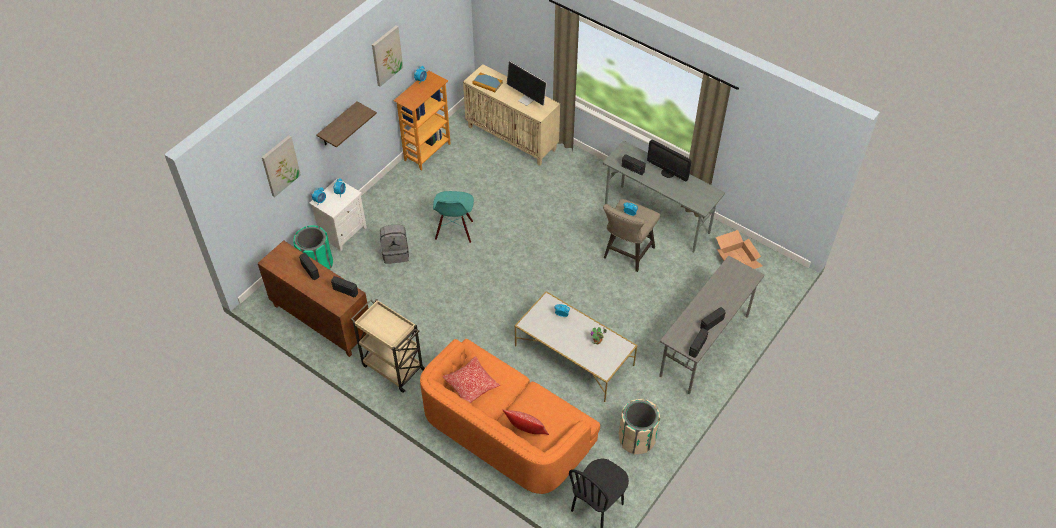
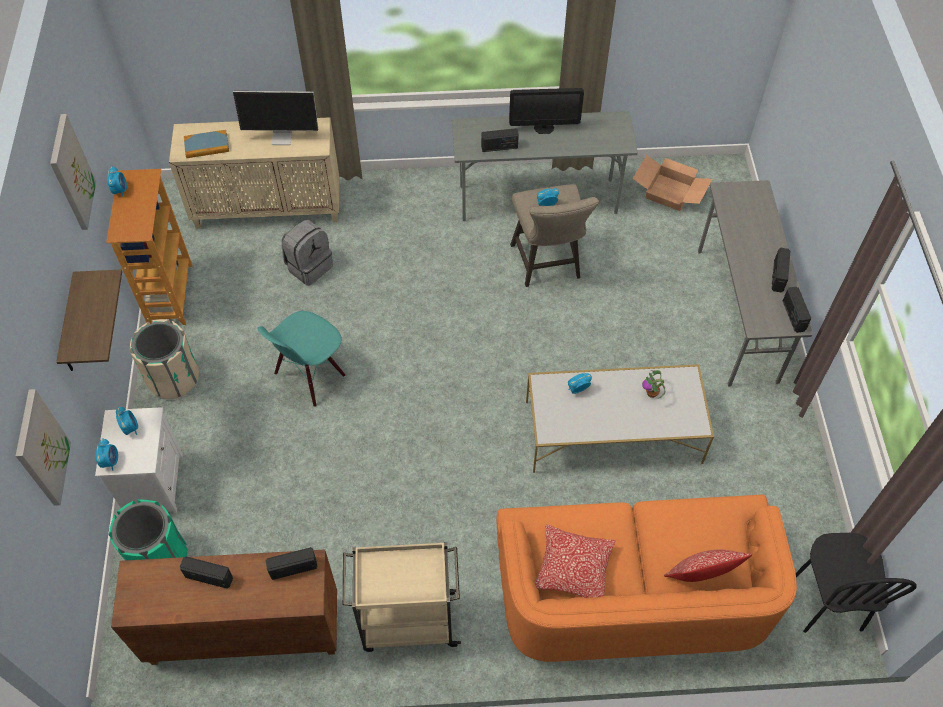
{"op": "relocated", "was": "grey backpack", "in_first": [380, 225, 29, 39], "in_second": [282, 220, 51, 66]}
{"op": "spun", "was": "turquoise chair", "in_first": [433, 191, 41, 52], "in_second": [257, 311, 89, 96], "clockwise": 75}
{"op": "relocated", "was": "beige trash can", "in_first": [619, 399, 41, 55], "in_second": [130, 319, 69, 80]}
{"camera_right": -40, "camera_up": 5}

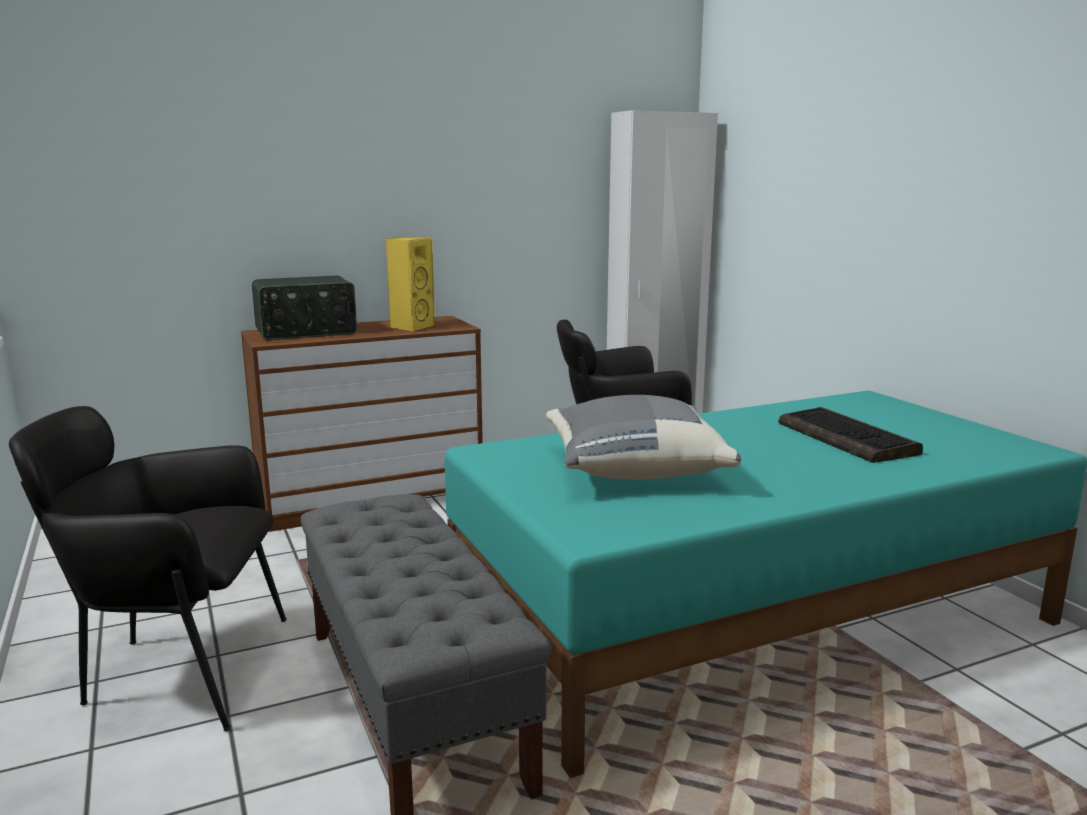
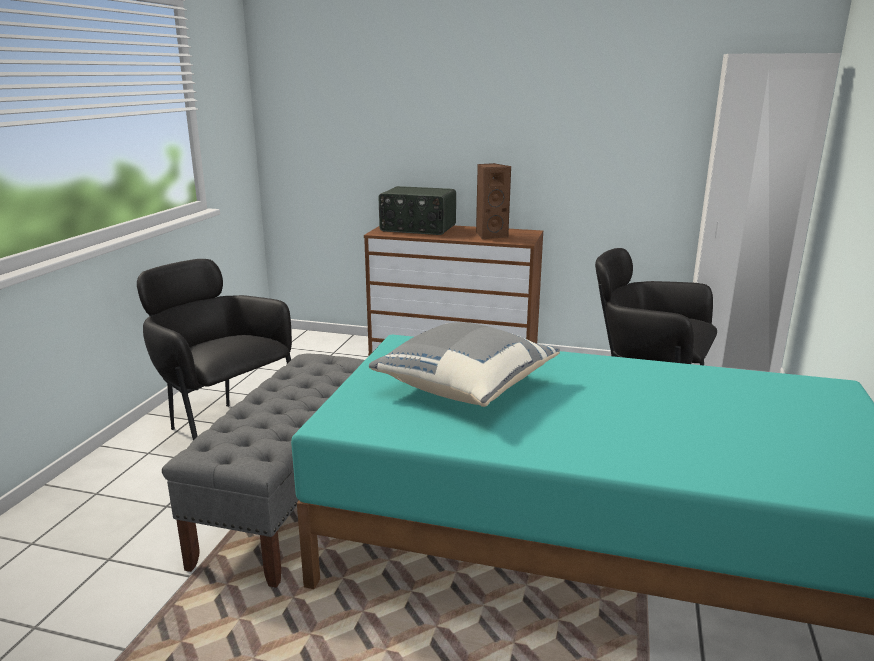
{"op": "colour", "was": "yellow speaker", "now": "brown speaker", "in_first": [386, 237, 49, 94], "in_second": [476, 163, 35, 77]}
{"op": "missing", "was": "keyboard", "in_first": [779, 407, 144, 56]}
{"camera_right": 40, "camera_up": 5}

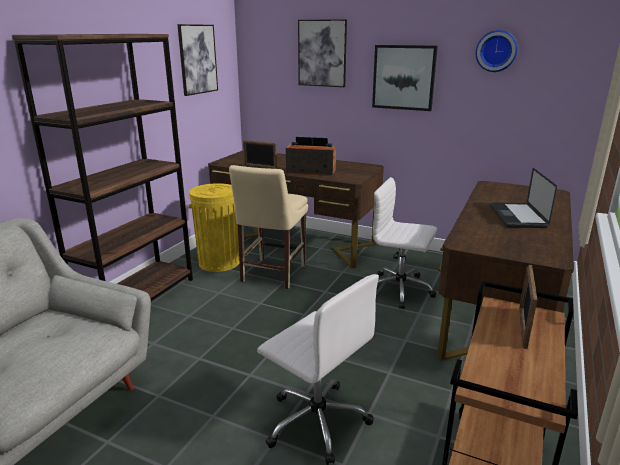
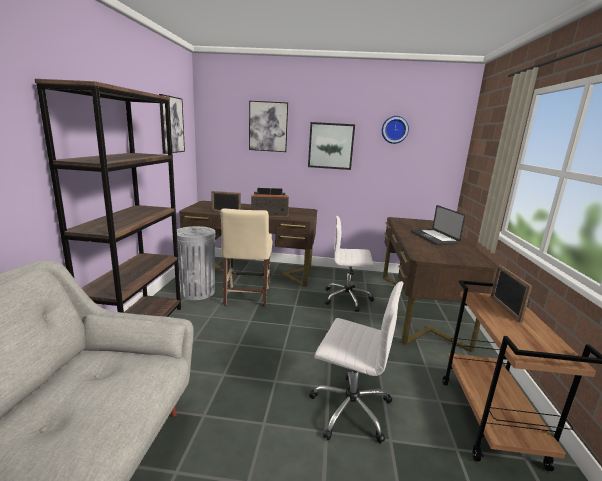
{"op": "colour", "was": "yellow trash can", "now": "grey trash can", "in_first": [188, 183, 51, 89], "in_second": [177, 226, 39, 74]}
{"camera_right": -20, "camera_up": -5}

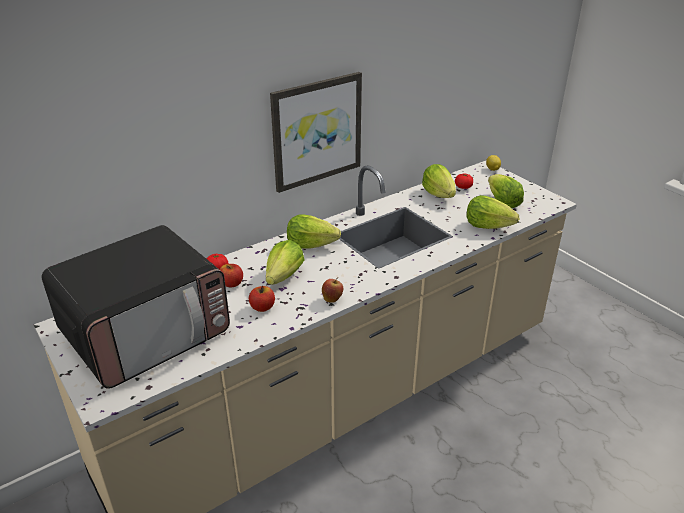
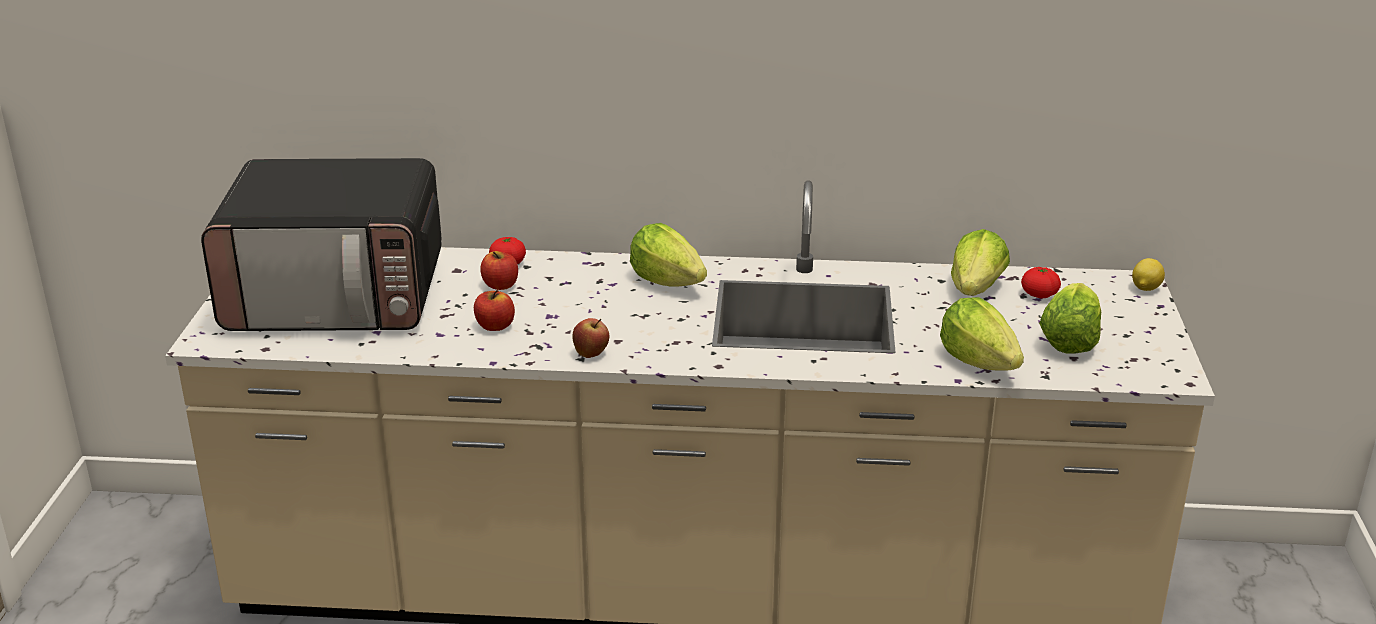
{"op": "missing", "was": "lettuce", "in_first": [266, 240, 38, 45]}
{"op": "missing", "was": "picture", "in_first": [270, 72, 92, 121]}
{"camera_right": 40, "camera_up": -5}

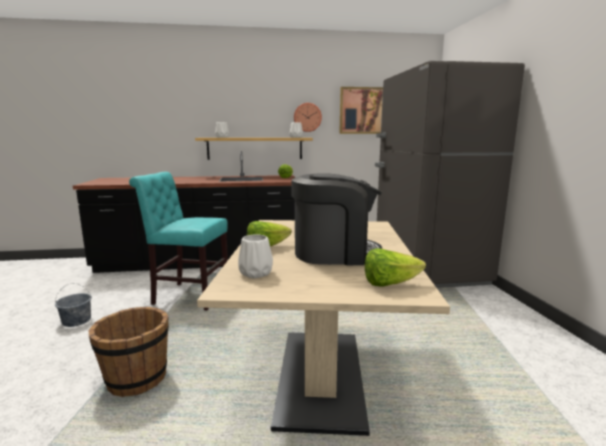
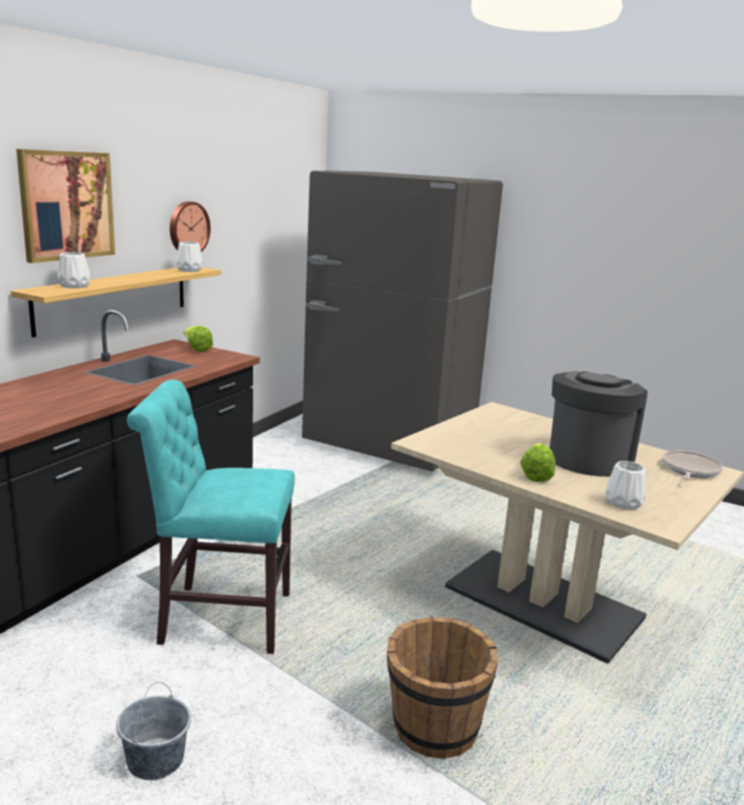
{"op": "spun", "was": "turquoise chair", "in_first": [129, 172, 99, 138], "in_second": [127, 380, 168, 274], "clockwise": 45}
{"op": "relocated", "was": "picture", "in_first": [339, 87, 44, 47], "in_second": [16, 149, 99, 114]}
{"op": "exchanged", "was": "lettuce", "now": "frying pan", "in_first": [365, 248, 61, 39], "in_second": [662, 450, 61, 30]}
{"camera_right": -55, "camera_up": 5}

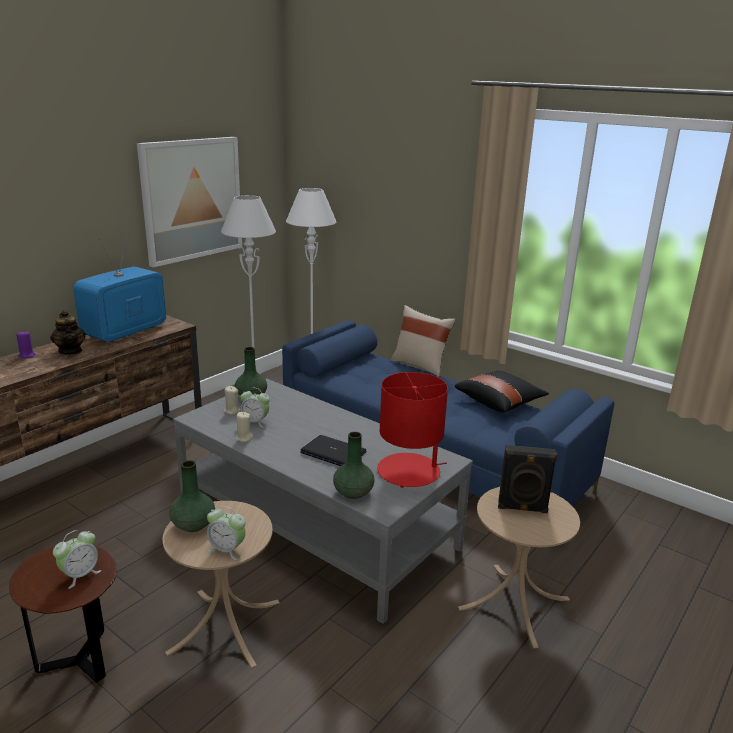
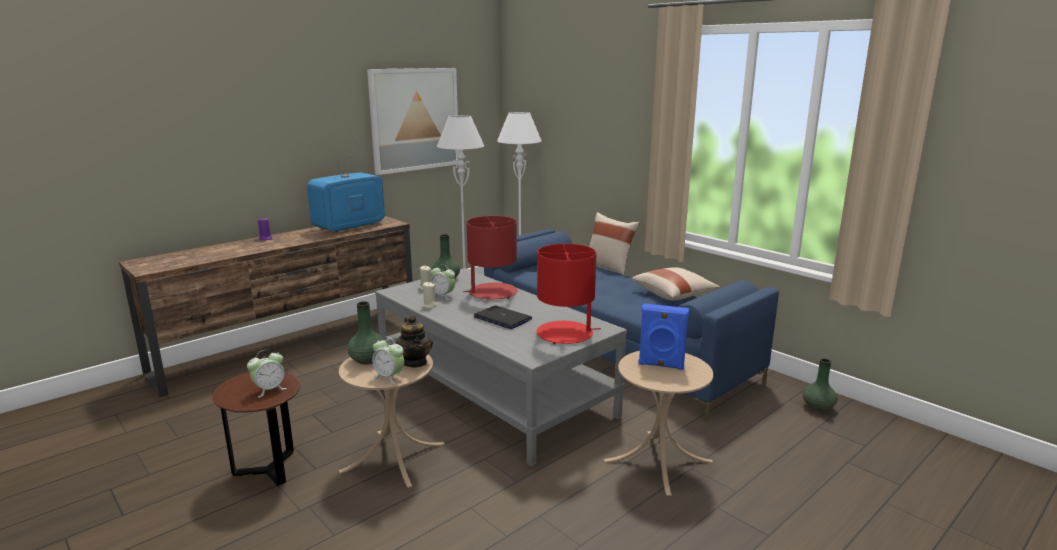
{"op": "relocated", "was": "teapot", "in_first": [50, 310, 36, 45], "in_second": [395, 315, 38, 53]}
{"op": "relocated", "was": "green vase", "in_first": [333, 432, 42, 67], "in_second": [803, 358, 35, 53]}
{"op": "colour", "was": "black pillow", "now": "beige pillow", "in_first": [455, 370, 94, 43], "in_second": [632, 267, 88, 34]}
{"op": "colour", "was": "black speaker", "now": "blue speaker", "in_first": [498, 445, 59, 68], "in_second": [638, 303, 51, 67]}
{"op": "appeared", "now": "red table lamp", "in_second": [463, 216, 54, 83]}
{"camera_right": 10, "camera_up": -5}

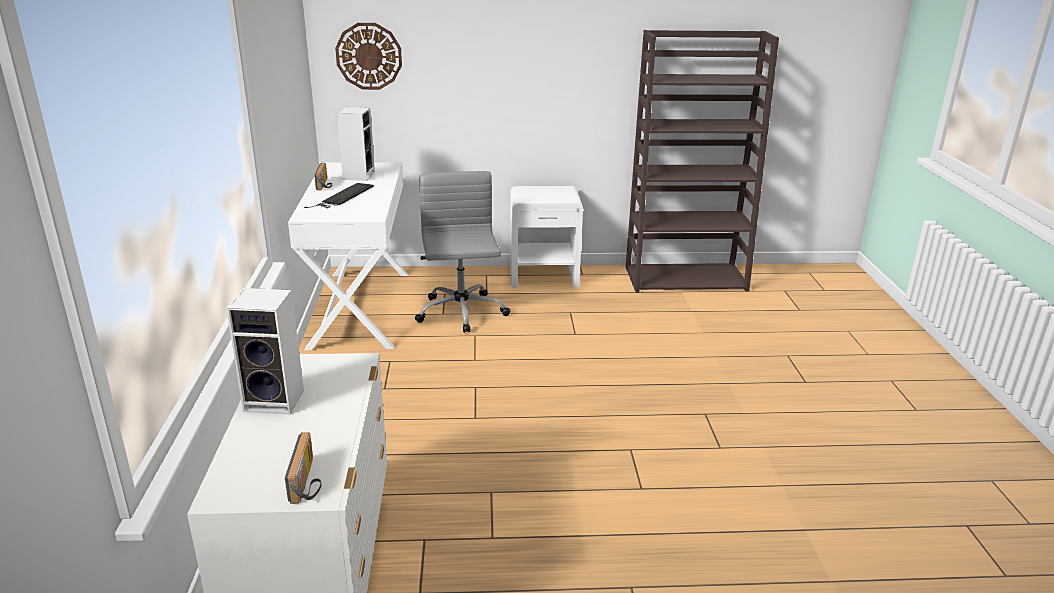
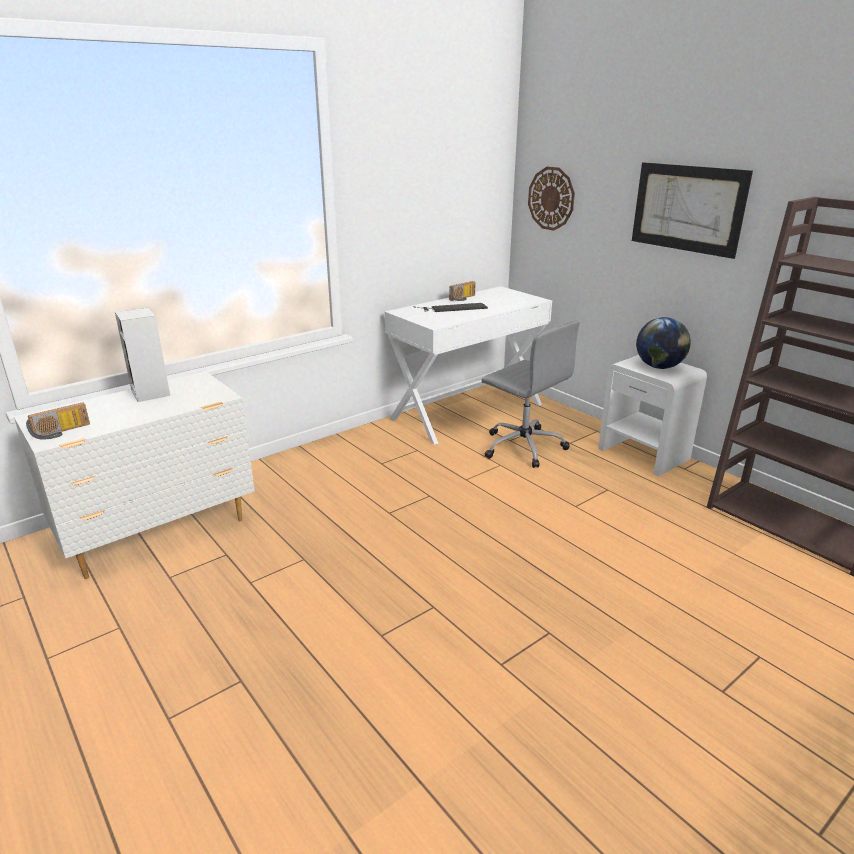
{"op": "missing", "was": "speaker", "in_first": [337, 107, 38, 74]}
{"op": "spun", "was": "grey office chair", "in_first": [415, 171, 96, 162], "in_second": [481, 320, 99, 148], "clockwise": 90}
{"op": "appeared", "now": "picture", "in_second": [632, 162, 121, 97]}
{"op": "appeared", "now": "globe", "in_second": [636, 317, 55, 52]}
{"camera_right": 55, "camera_up": 0}

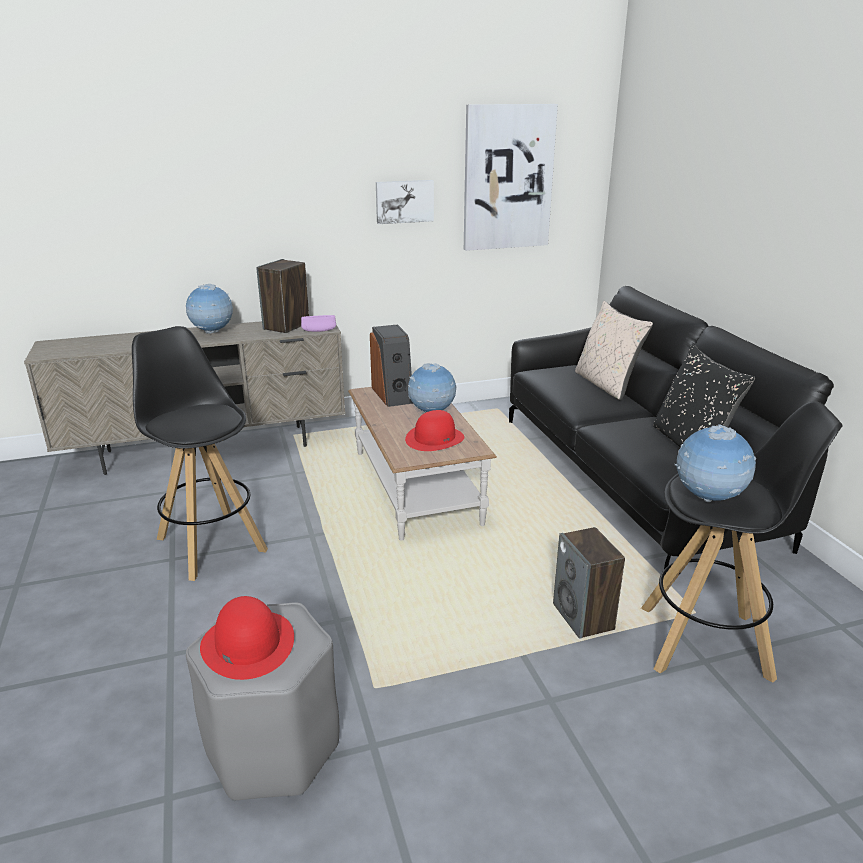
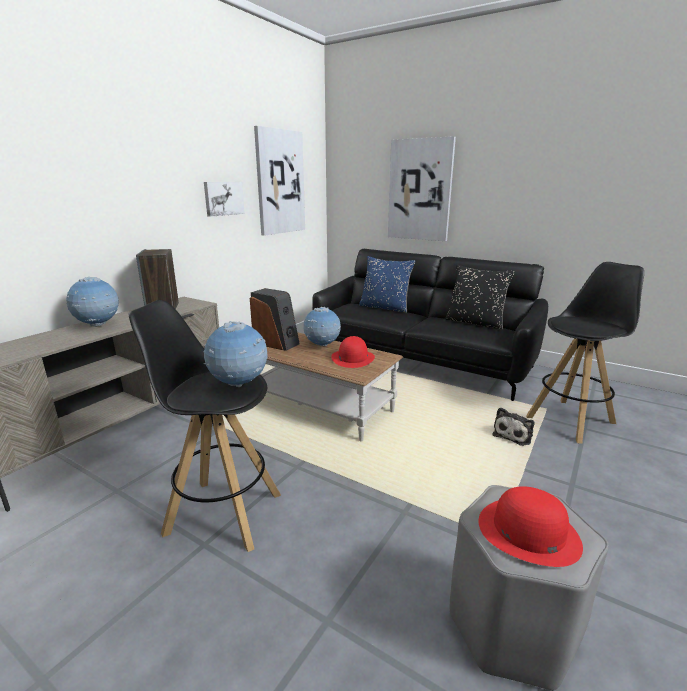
{"op": "missing", "was": "purple bowl", "in_first": [301, 315, 35, 17]}
{"op": "exchanged", "was": "speaker", "now": "plush toy", "in_first": [553, 527, 72, 112], "in_second": [492, 408, 43, 38]}
{"op": "colour", "was": "beige pillow", "now": "blue pillow", "in_first": [575, 301, 78, 100], "in_second": [359, 256, 56, 57]}
{"op": "relocated", "was": "globe", "in_first": [675, 424, 81, 78], "in_second": [204, 321, 63, 66]}
{"op": "appeared", "now": "picture", "in_second": [388, 136, 68, 105]}
{"camera_right": -40, "camera_up": -5}

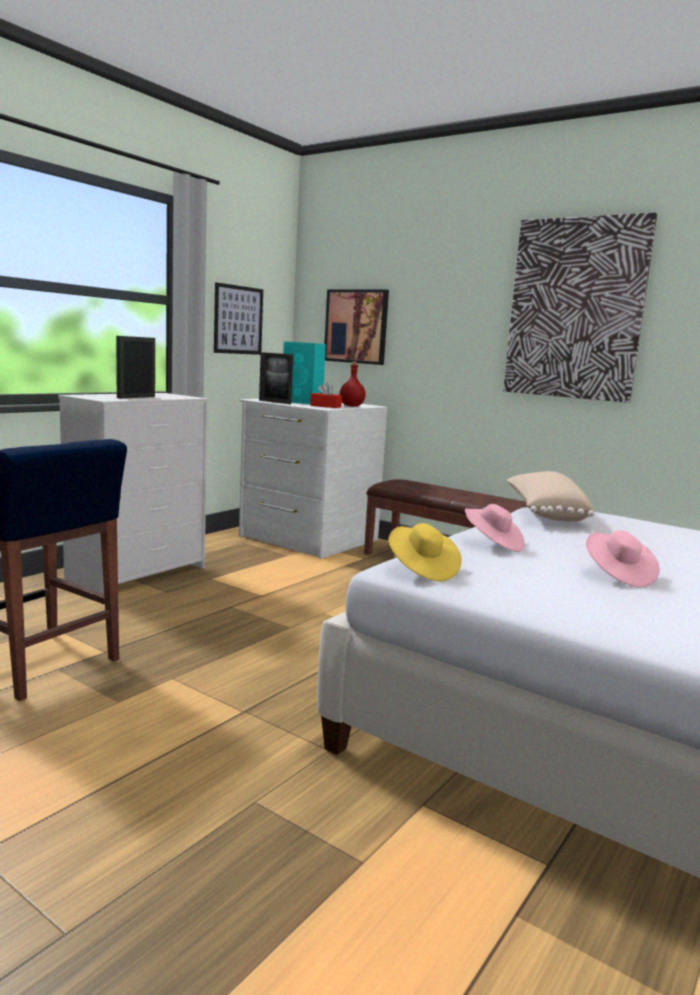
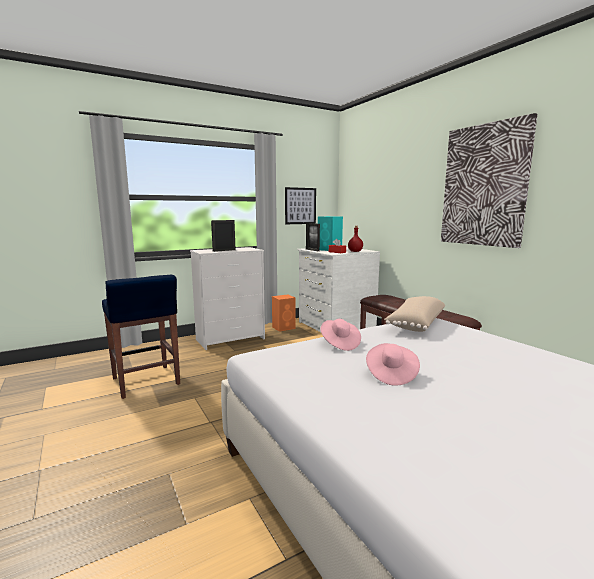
{"op": "missing", "was": "picture", "in_first": [324, 289, 65, 76]}
{"op": "missing", "was": "yellow hat", "in_first": [388, 523, 74, 58]}
{"op": "appeared", "now": "orange speaker", "in_second": [272, 294, 24, 38]}
{"camera_right": 25, "camera_up": 0}

